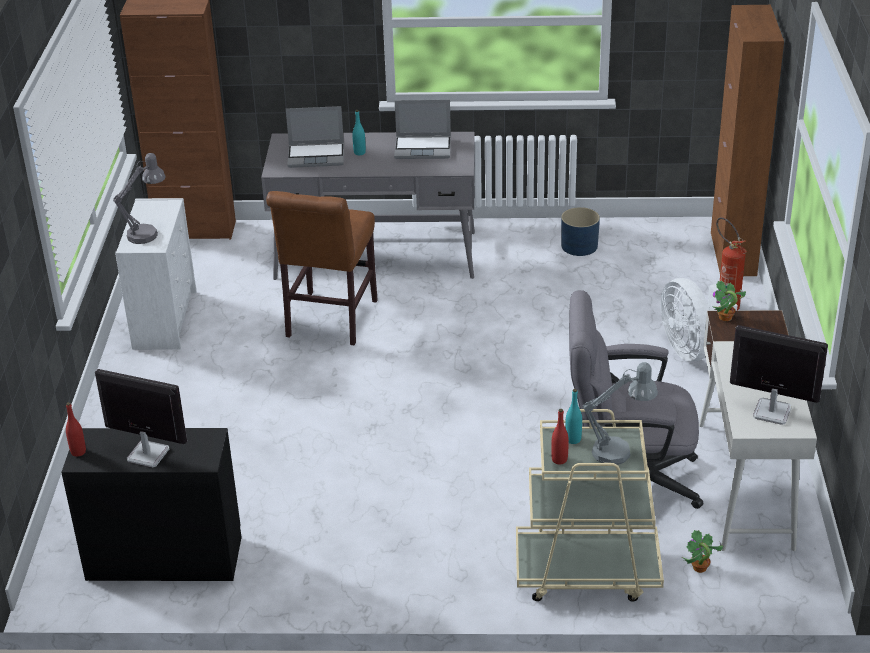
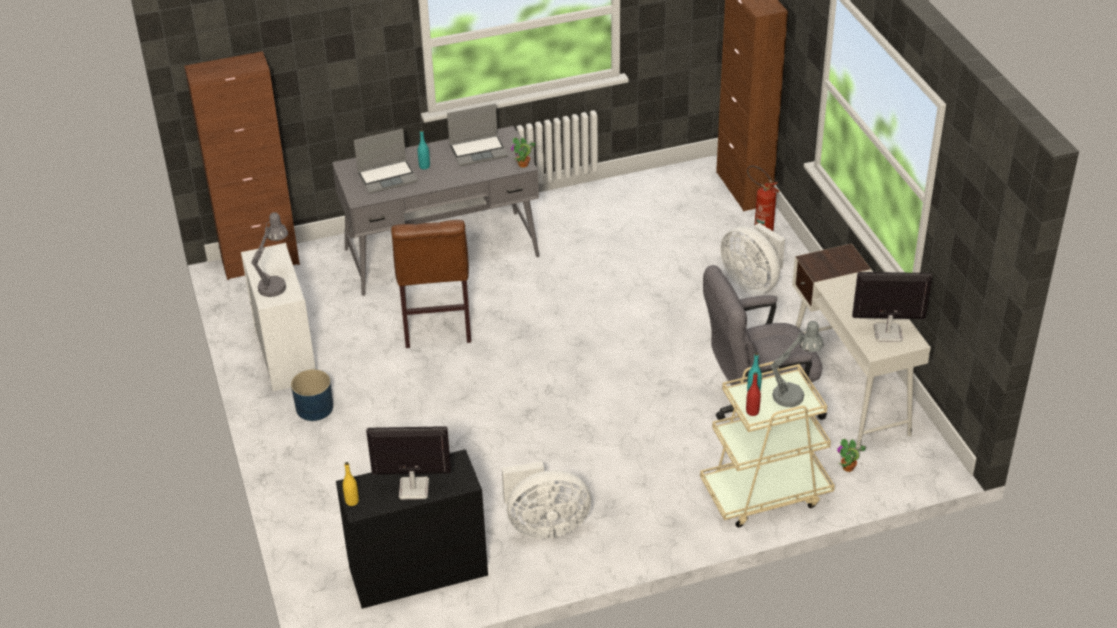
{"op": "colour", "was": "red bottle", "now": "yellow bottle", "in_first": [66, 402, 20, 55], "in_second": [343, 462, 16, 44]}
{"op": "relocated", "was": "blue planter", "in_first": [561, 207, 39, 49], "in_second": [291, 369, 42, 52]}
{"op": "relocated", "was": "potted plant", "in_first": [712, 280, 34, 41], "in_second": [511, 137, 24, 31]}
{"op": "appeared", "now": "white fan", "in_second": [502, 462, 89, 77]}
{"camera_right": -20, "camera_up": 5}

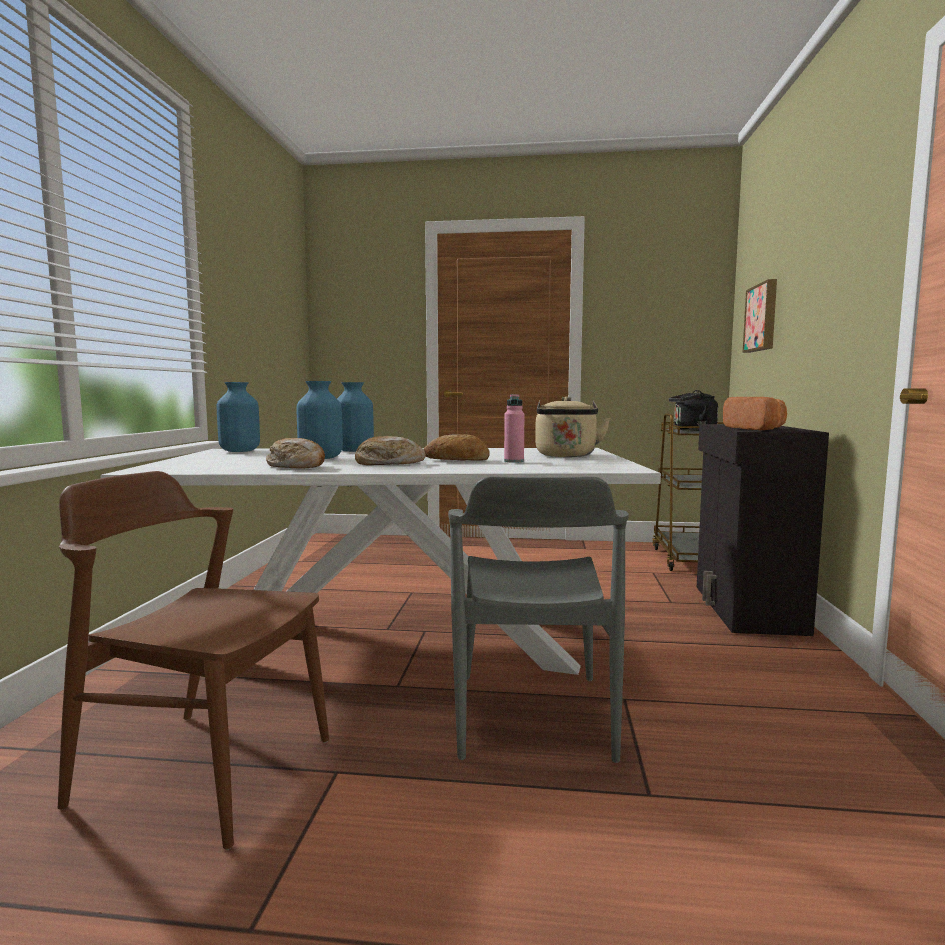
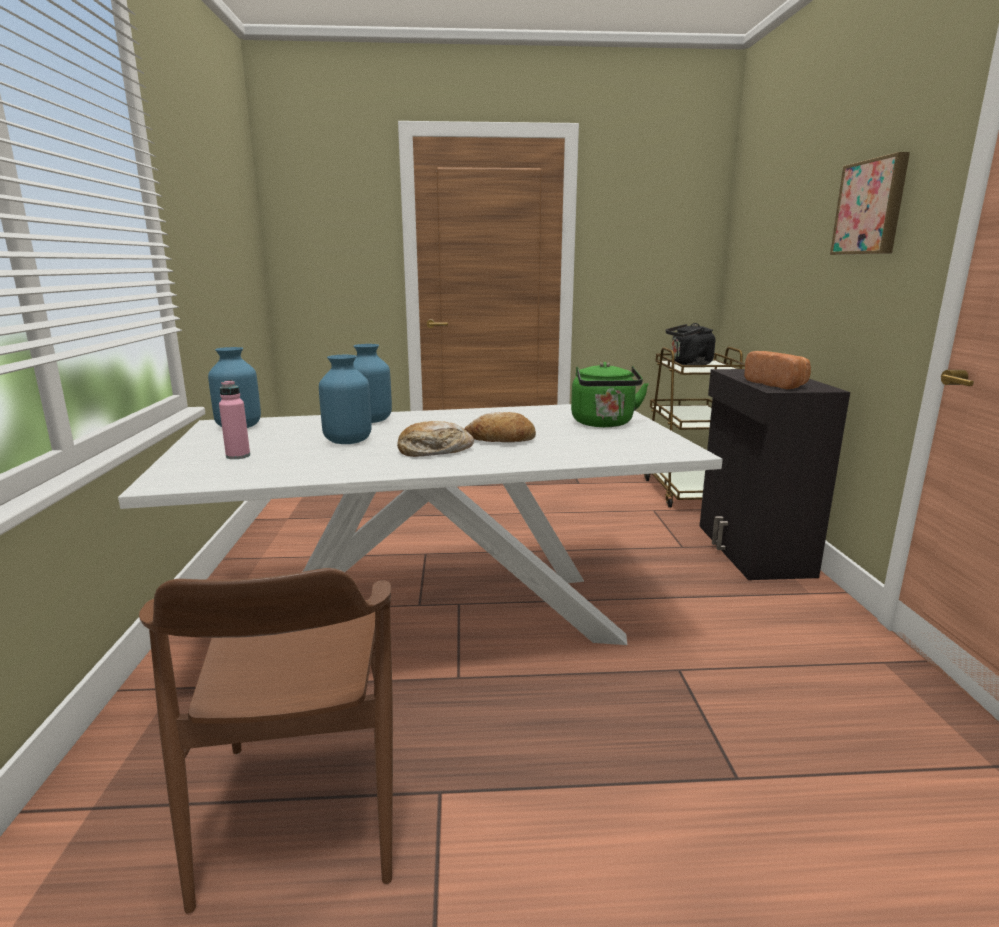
{"op": "spun", "was": "brown chair", "in_first": [58, 471, 271, 379], "in_second": [139, 568, 254, 346], "clockwise": -105}
{"op": "missing", "was": "bread", "in_first": [266, 438, 59, 31]}
{"op": "missing", "was": "grey chair", "in_first": [448, 476, 181, 287]}
{"op": "relocated", "was": "pink bottle", "in_first": [504, 394, 21, 69], "in_second": [219, 380, 31, 79]}
{"op": "colour", "was": "beige kettle", "now": "green kettle", "in_first": [535, 396, 75, 61], "in_second": [571, 362, 78, 65]}
{"op": "relocated", "was": "picture", "in_first": [743, 279, 34, 74], "in_second": [830, 152, 80, 103]}
{"camera_right": -10, "camera_up": 10}

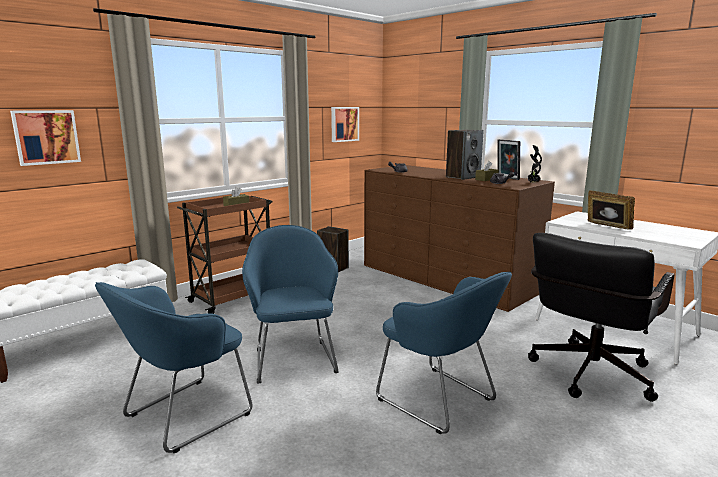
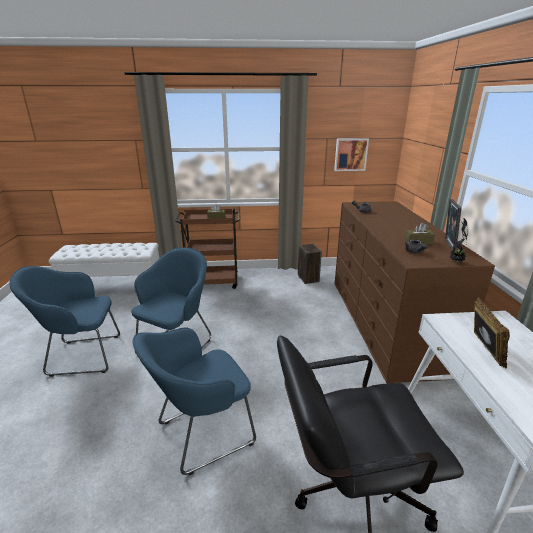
{"op": "missing", "was": "picture", "in_first": [10, 110, 71, 56]}
{"op": "spun", "was": "blue armchair", "in_first": [376, 272, 136, 162], "in_second": [133, 327, 123, 148], "clockwise": 60}
{"op": "missing", "was": "speaker", "in_first": [446, 130, 38, 50]}
{"camera_right": 40, "camera_up": 10}

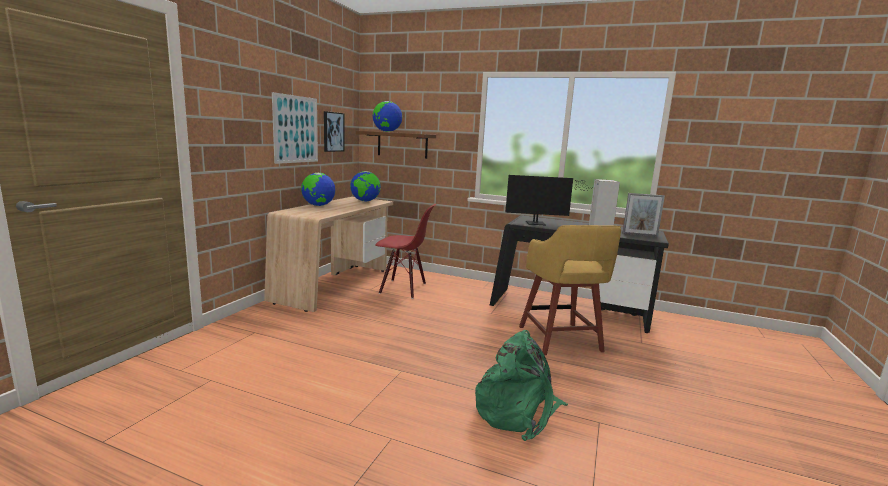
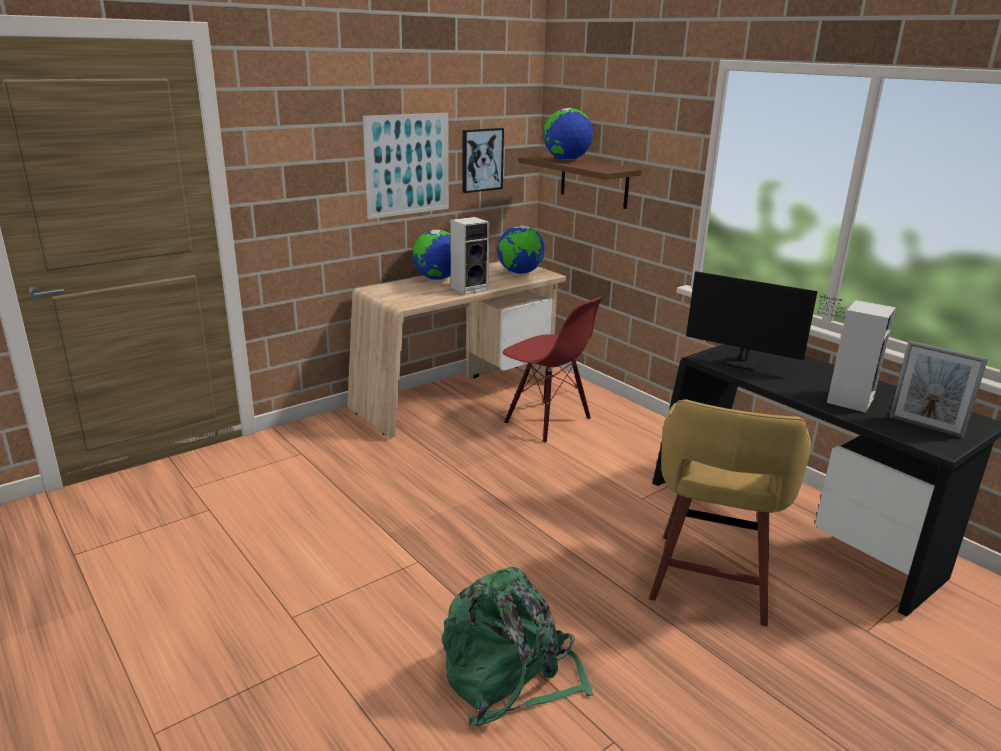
{"op": "appeared", "now": "speaker", "in_second": [451, 217, 38, 78]}
{"camera_right": 30, "camera_up": 10}

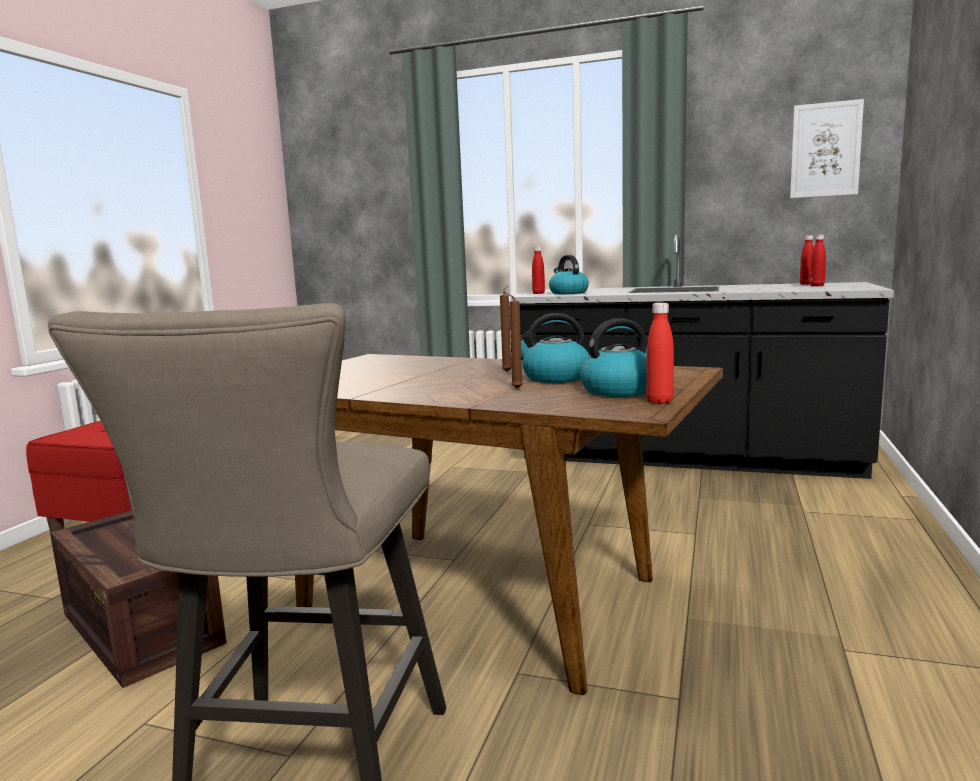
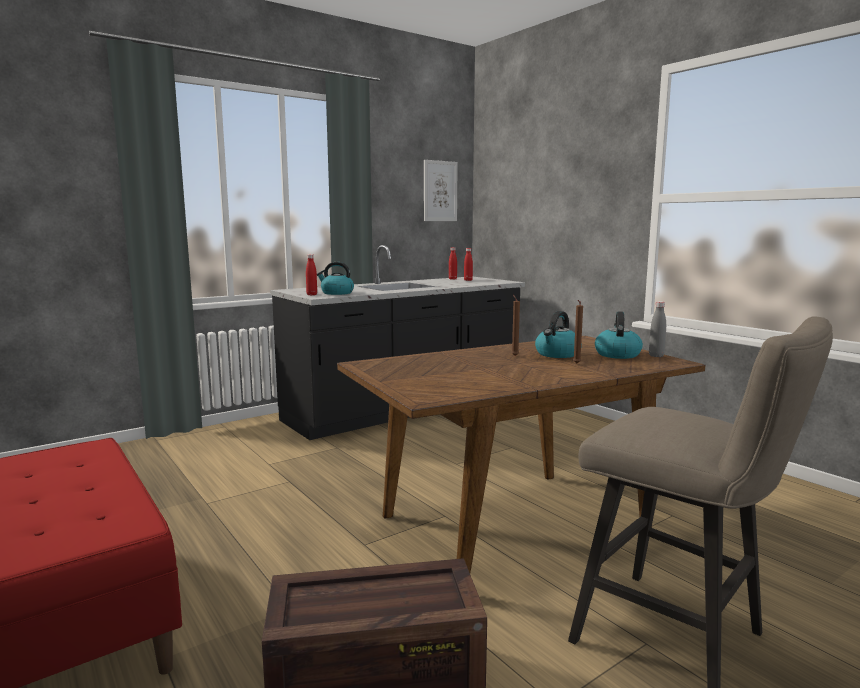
{"op": "colour", "was": "red bottle", "now": "grey bottle", "in_first": [646, 303, 28, 101], "in_second": [649, 301, 17, 56]}
{"camera_right": -55, "camera_up": 0}

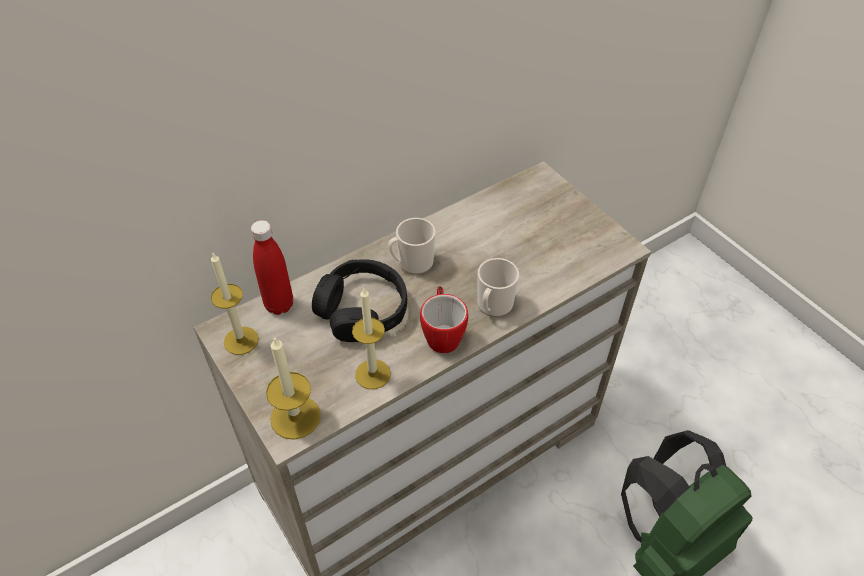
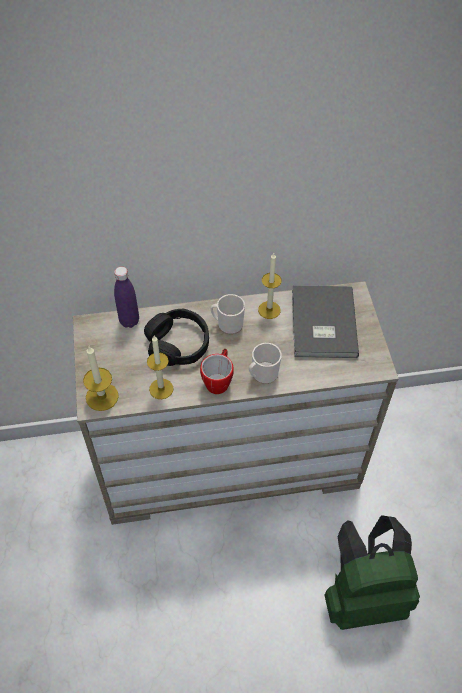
{"op": "relocated", "was": "candle", "in_first": [211, 253, 48, 102], "in_second": [258, 253, 24, 66]}
{"op": "colour", "was": "red bottle", "now": "purple bottle", "in_first": [251, 220, 42, 95], "in_second": [114, 267, 25, 61]}
{"op": "appeared", "now": "grey book", "in_second": [292, 285, 67, 73]}
{"camera_right": 25, "camera_up": 5}

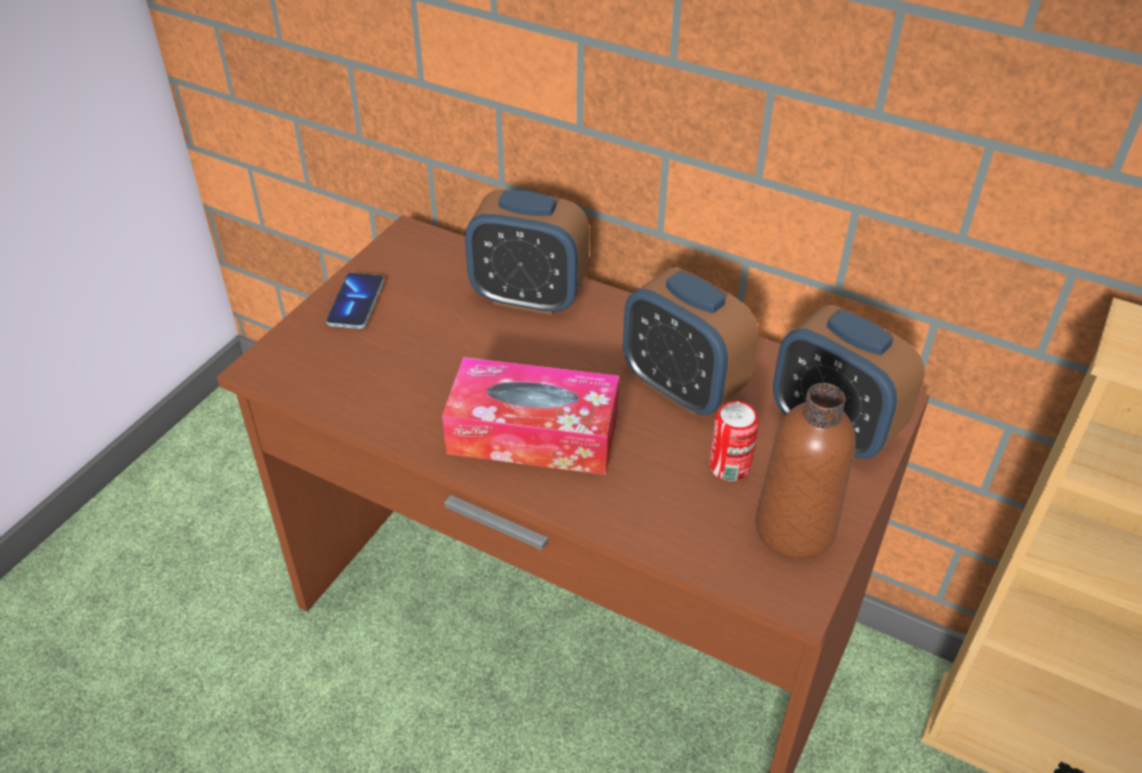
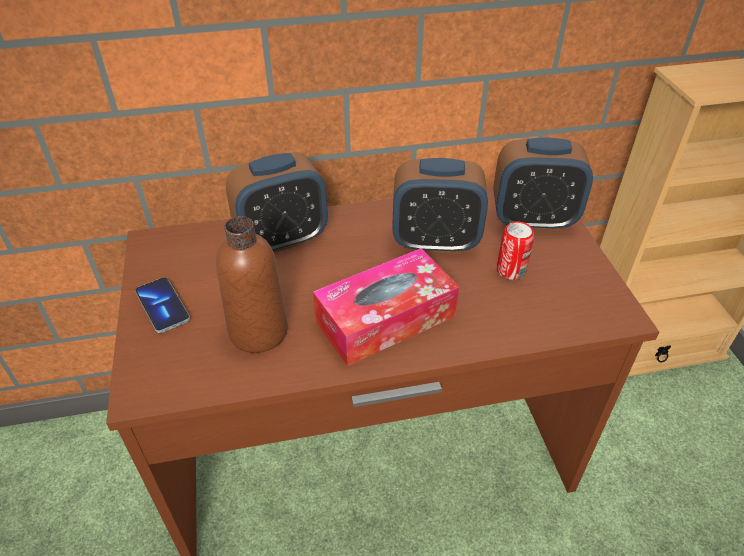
{"op": "relocated", "was": "brown bottle", "in_first": [755, 383, 101, 176], "in_second": [216, 216, 72, 137]}
{"camera_right": -40, "camera_up": 0}

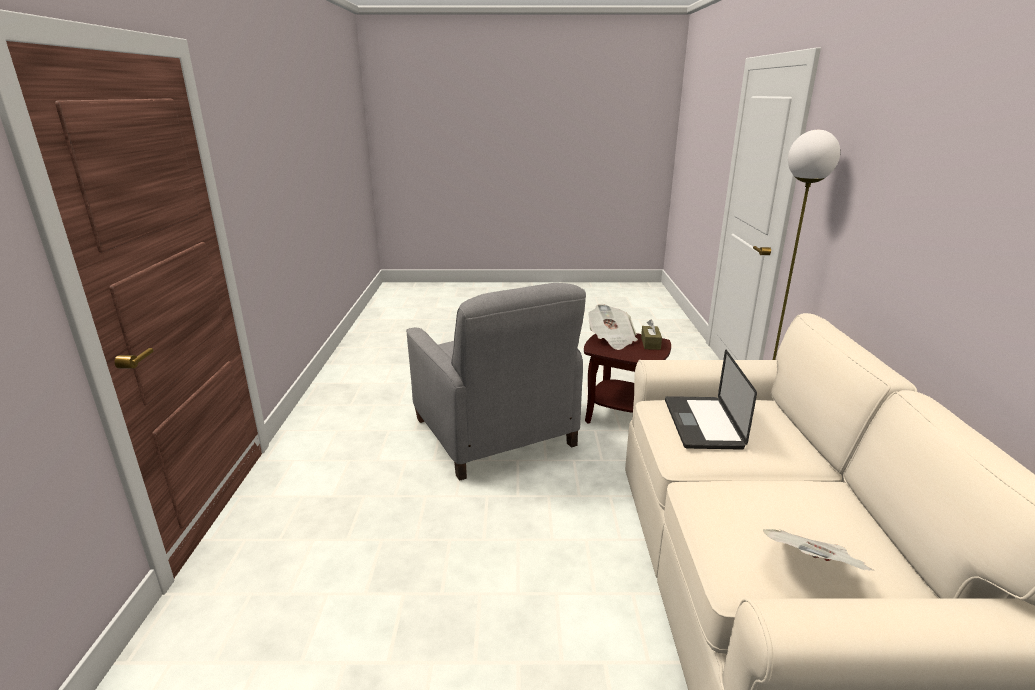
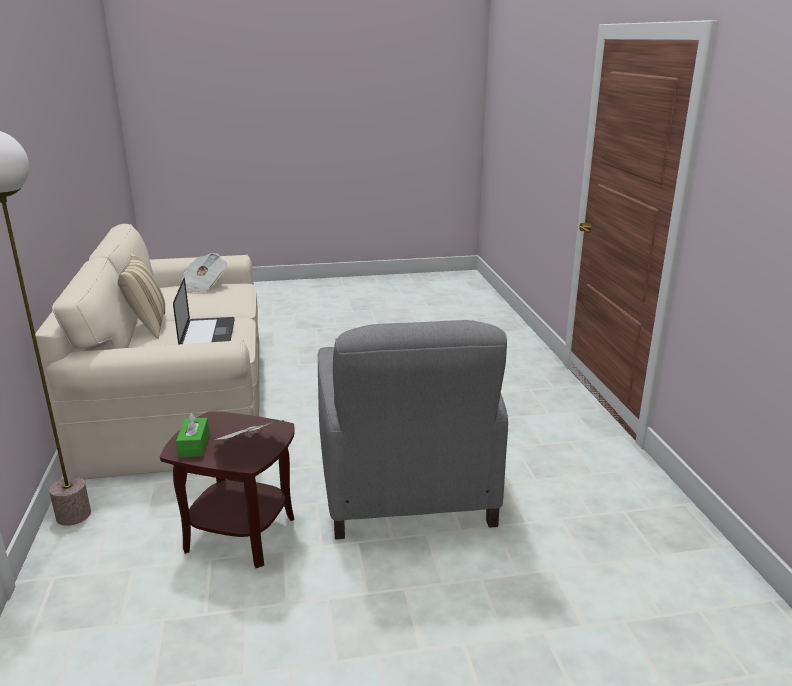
{"op": "spun", "was": "grey armchair", "in_first": [406, 283, 180, 198], "in_second": [318, 320, 190, 219], "clockwise": -150}
{"op": "colour", "was": "brown tissue box", "now": "green tissue box", "in_first": [641, 319, 21, 31], "in_second": [176, 411, 34, 47]}
{"op": "appeared", "now": "beige pillow", "in_second": [118, 253, 47, 86]}
{"camera_right": 170, "camera_up": 0}

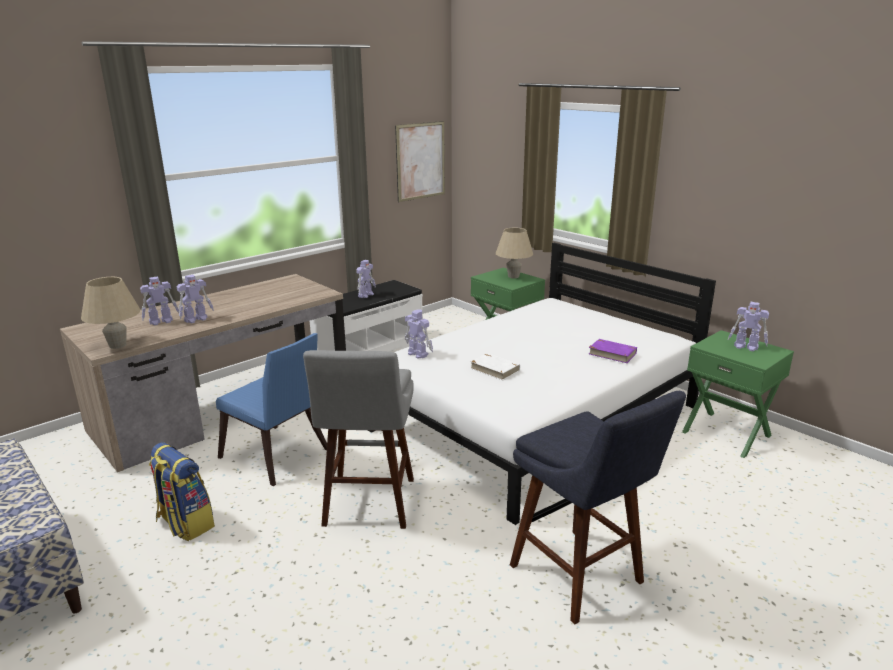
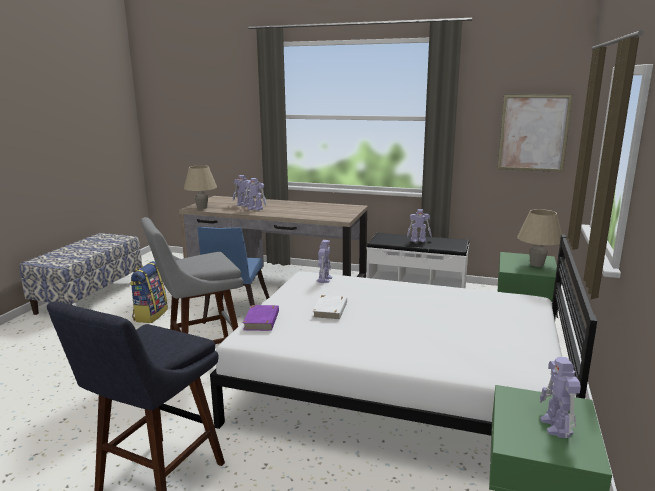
{"op": "relocated", "was": "purple book", "in_first": [589, 339, 48, 24], "in_second": [243, 305, 36, 26]}
{"camera_right": 60, "camera_up": -5}

